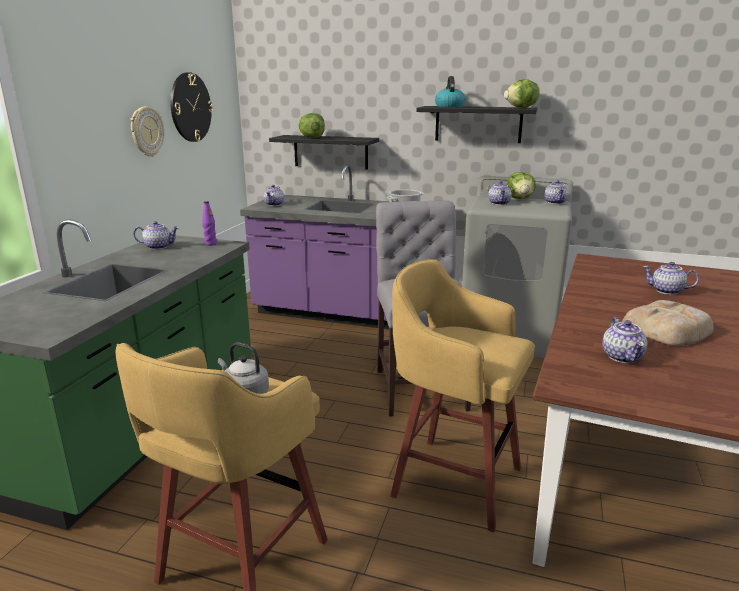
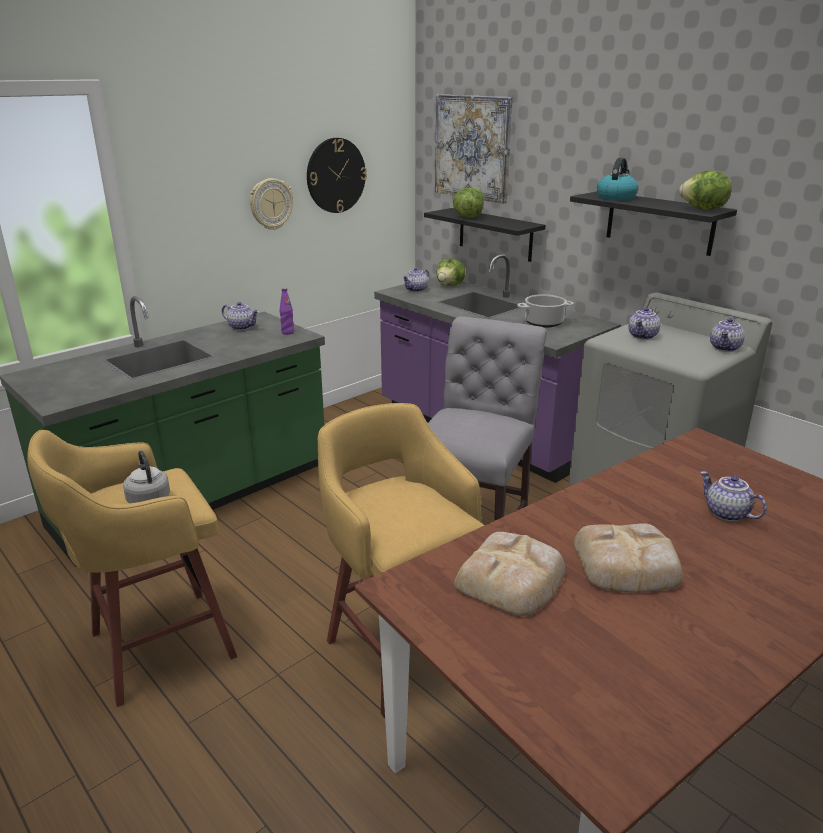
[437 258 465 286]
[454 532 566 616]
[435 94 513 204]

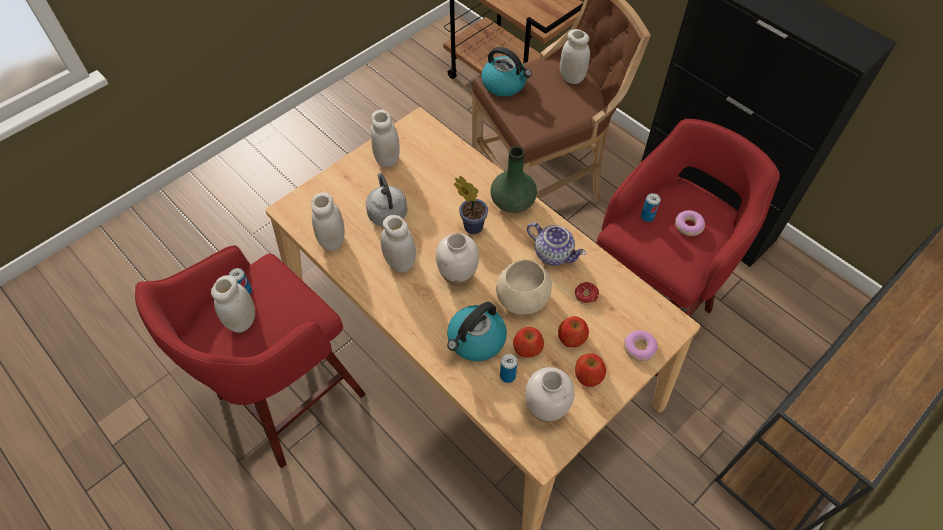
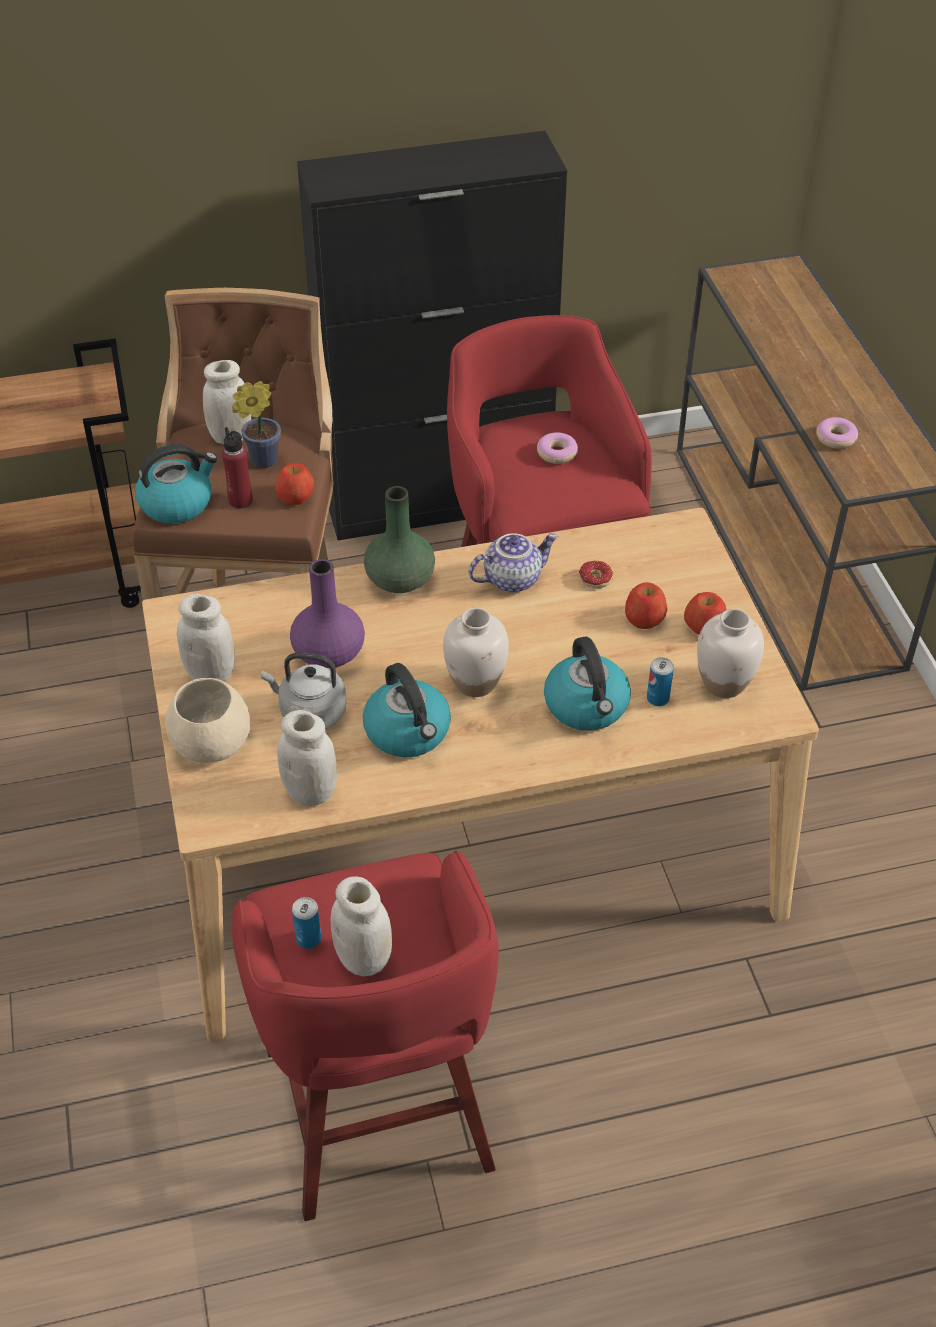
[363 663 451 757]
[232 381 281 468]
[165 678 251 763]
[275 463 314 506]
[816 417 858 449]
[641 193 660 222] (first image)
[222 427 253 509]
[290 559 365 669]

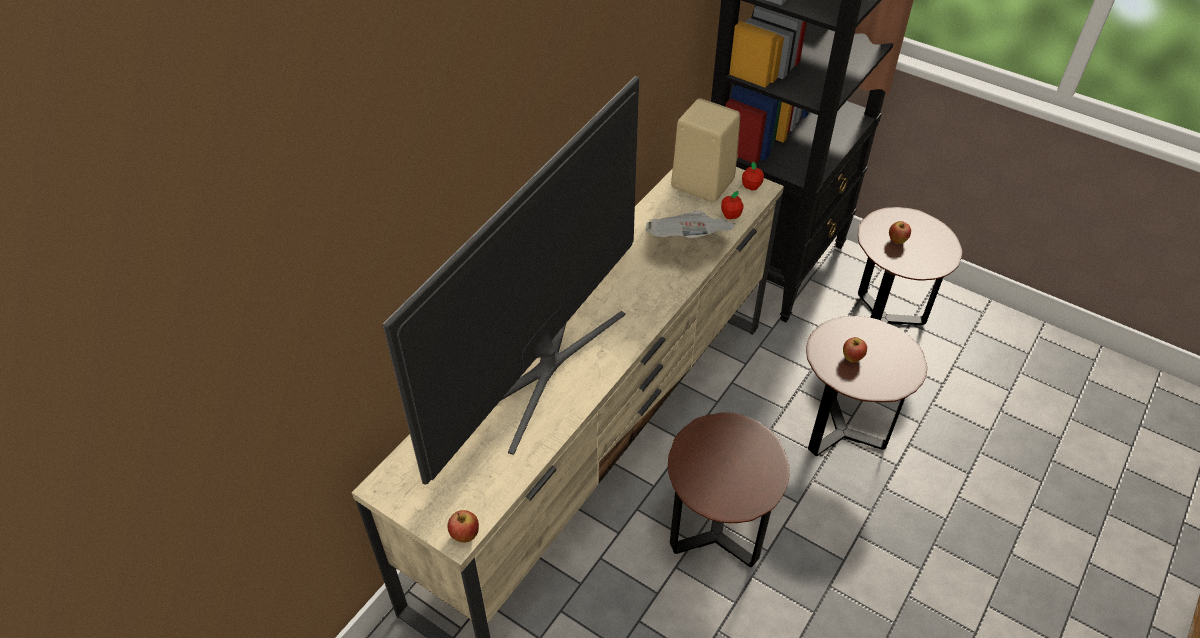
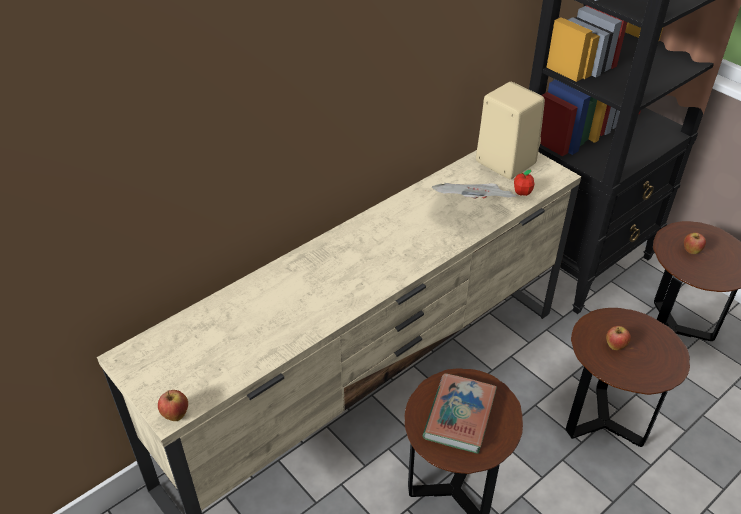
[383 76 639 485] (first image)
[742 162 764 191] (first image)
[423 373 497 454]

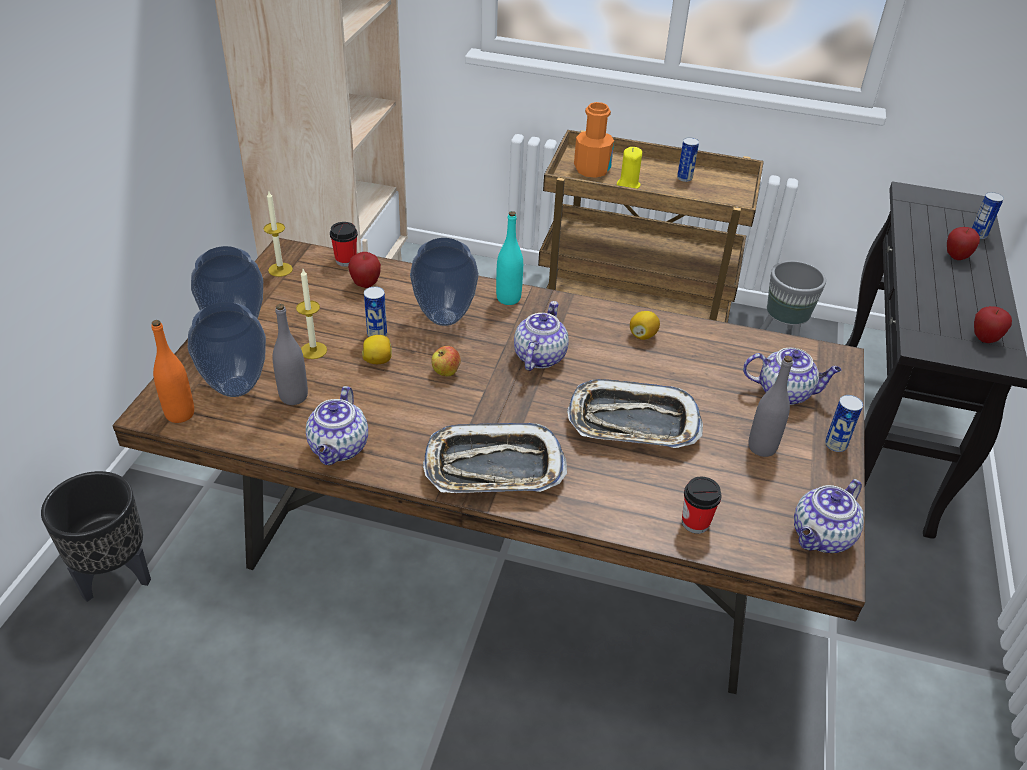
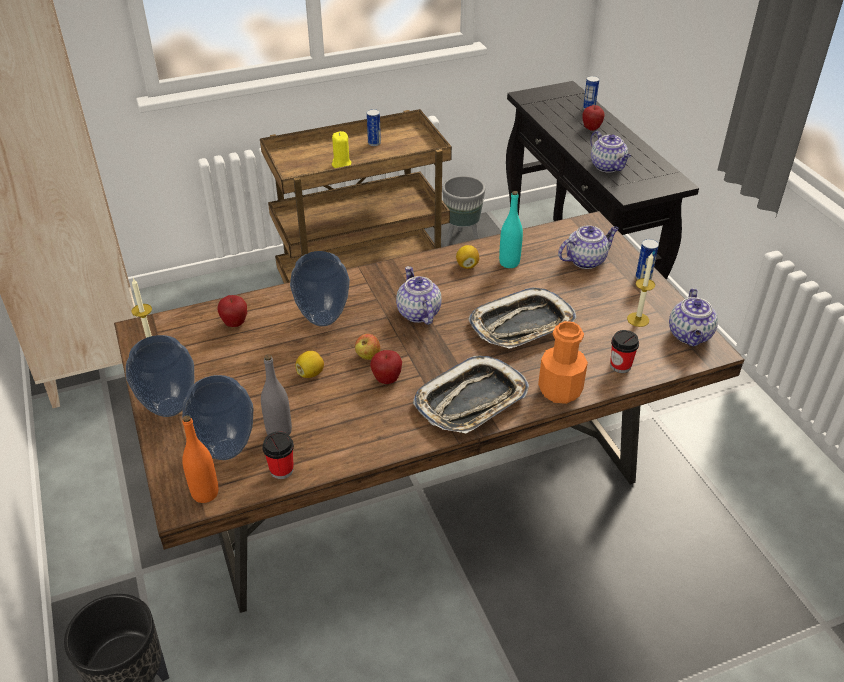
[627 253 655 327]
[590 131 631 173]
[262 431 294 479]
[364 286 387 337] (first image)
[499 191 523 268]
[538 321 588 404]
[748 356 793 457] (first image)
[370 350 402 384]

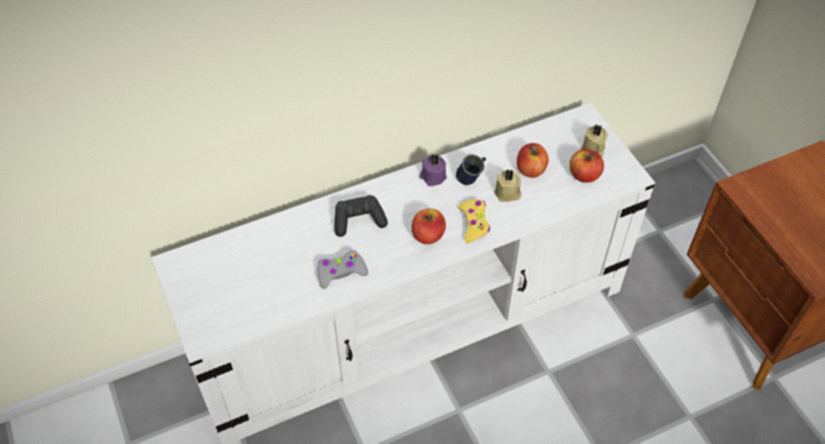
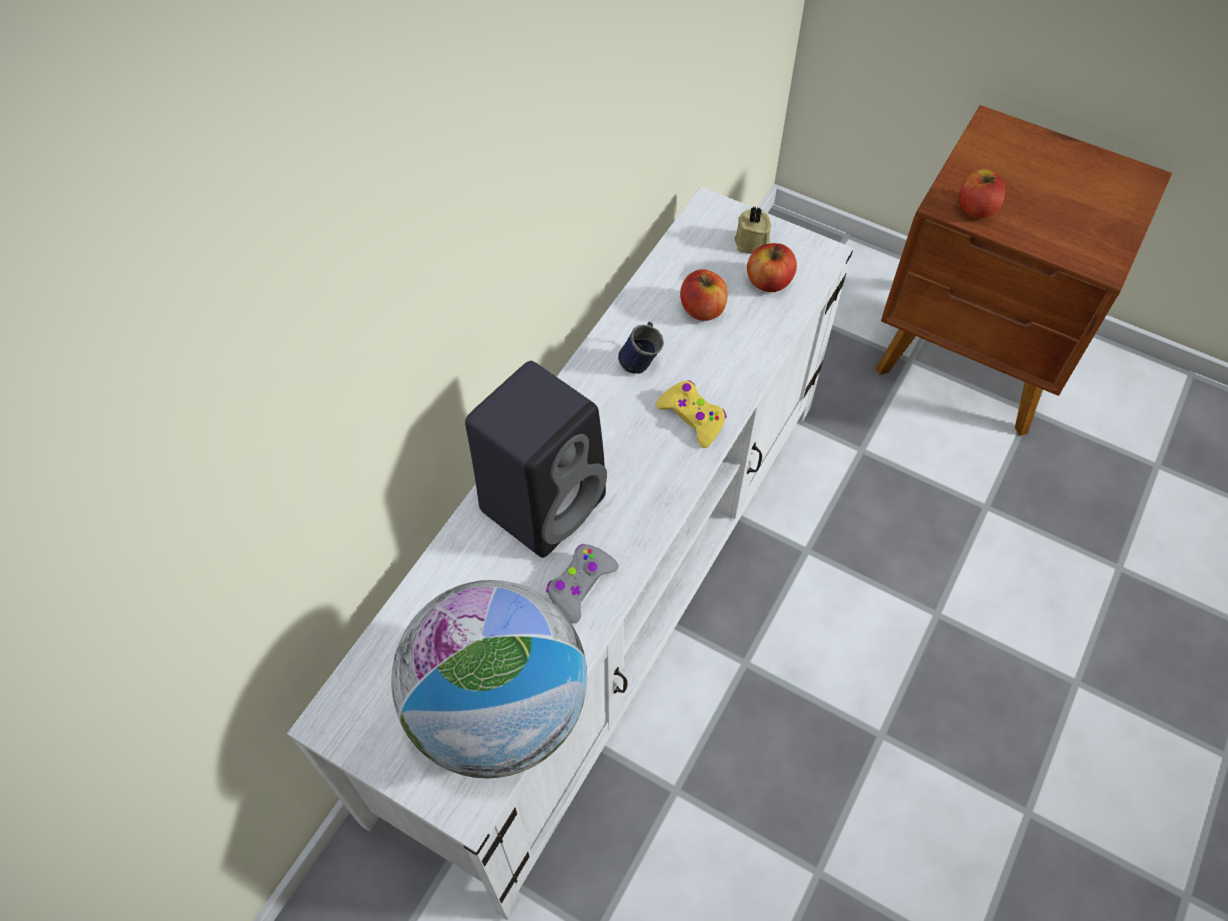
[465 361 607 558]
[959 169 1005 218]
[420 154 447 186] (first image)
[494 170 522 202] (first image)
[391 580 587 779]

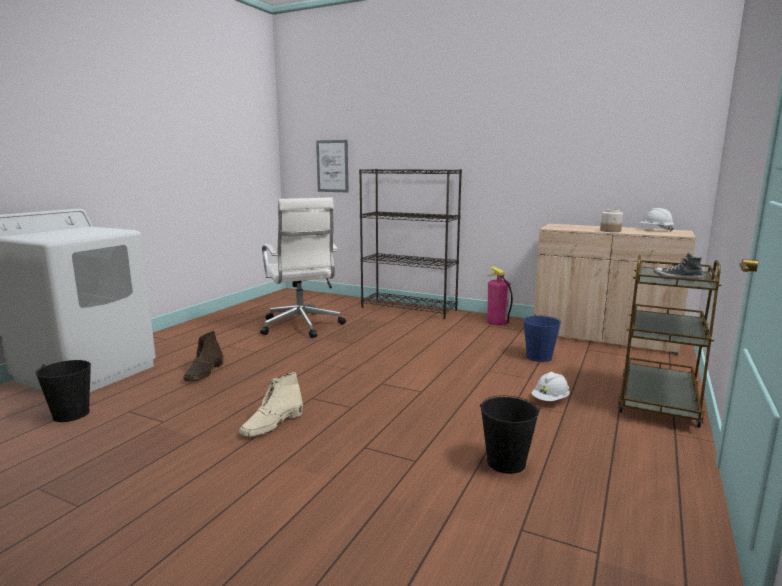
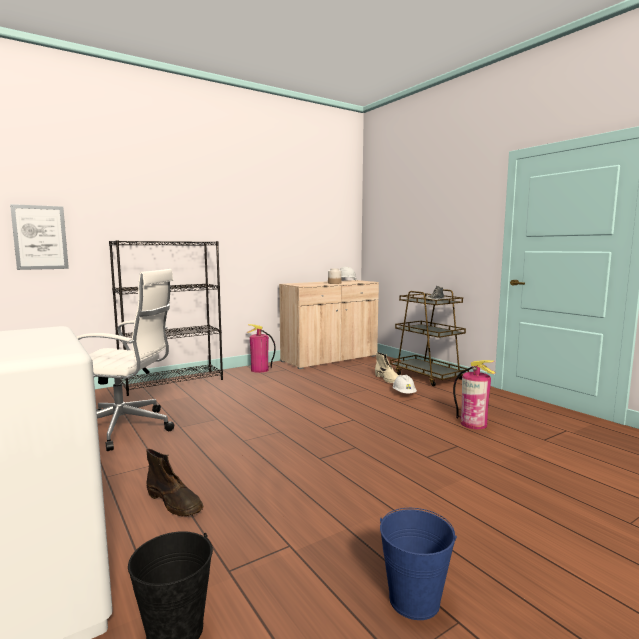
[375 352 399 383]
[453 360 495 429]
[380 508 457 620]

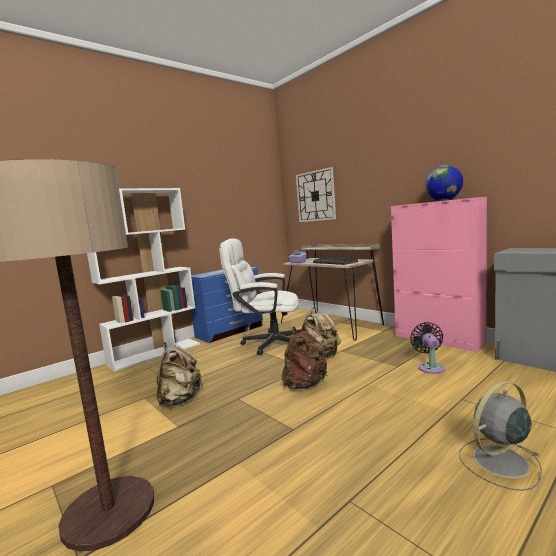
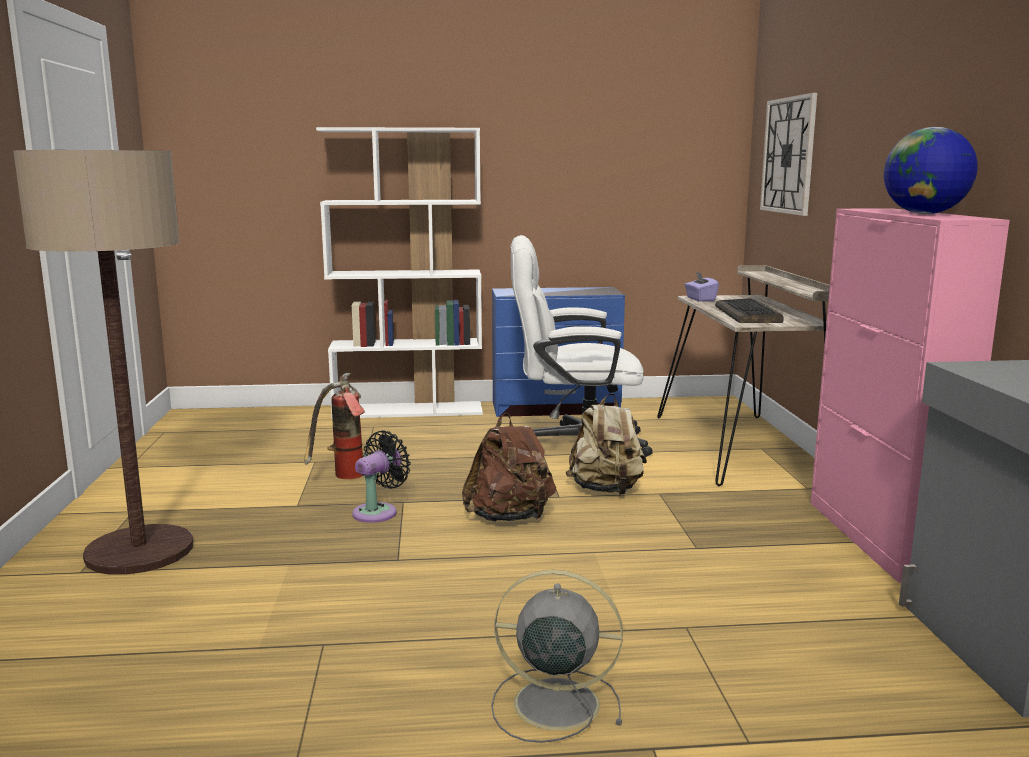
[304 373 365 479]
[511 235 653 461]
[352 430 411 523]

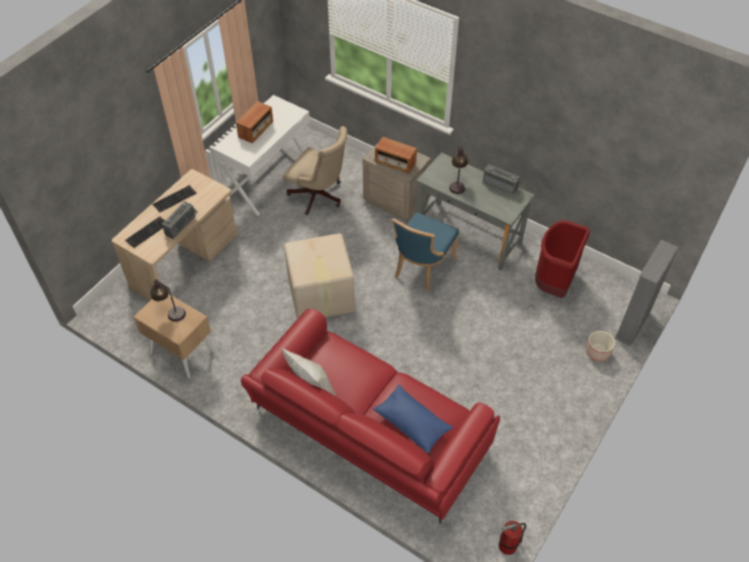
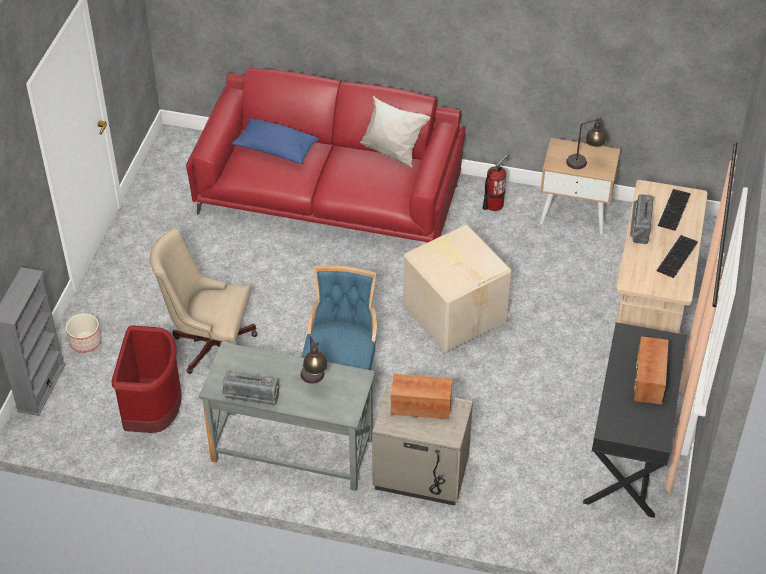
[583 322 687 518]
[150 228 258 374]
[483 155 508 211]

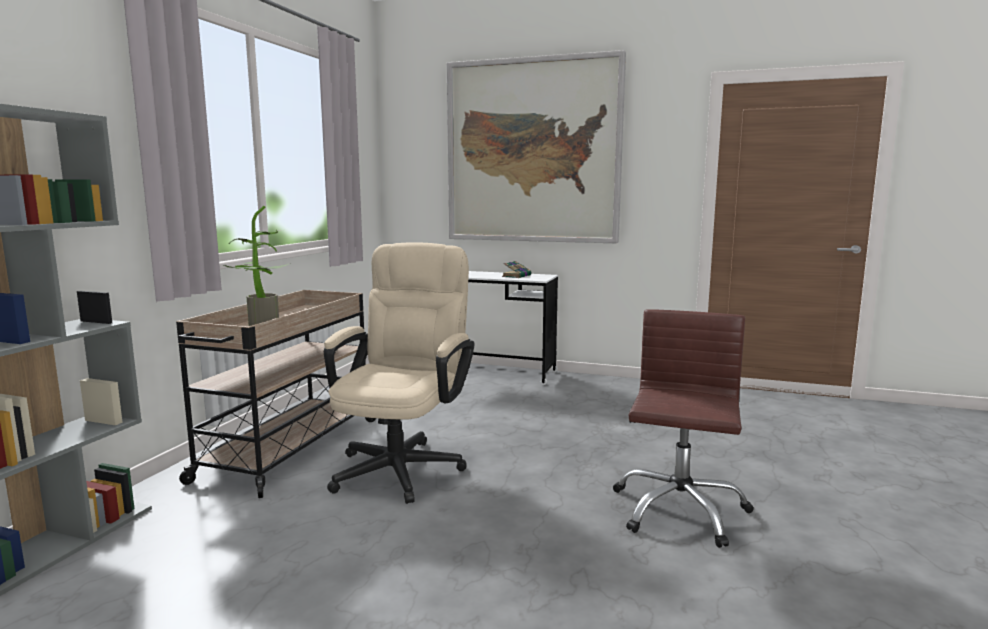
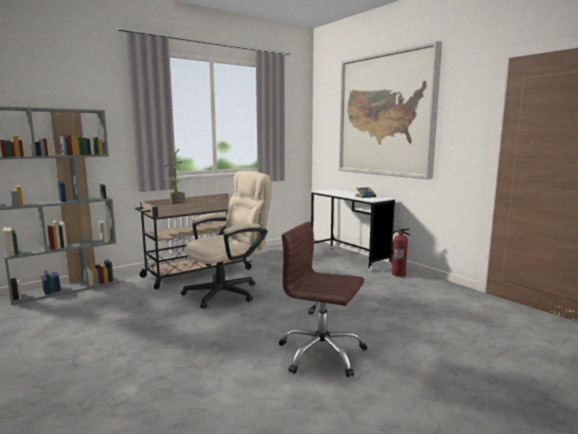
[279 221 367 377]
[391 229 410 277]

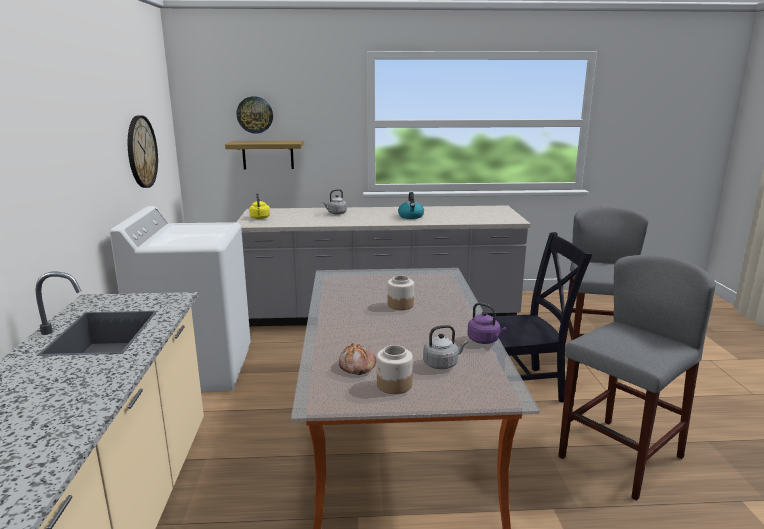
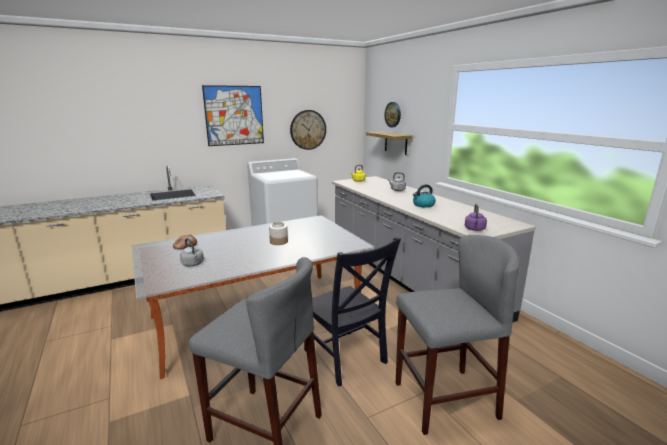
[377 345 413 394] (first image)
[465 204 487 231]
[202 85 264 146]

